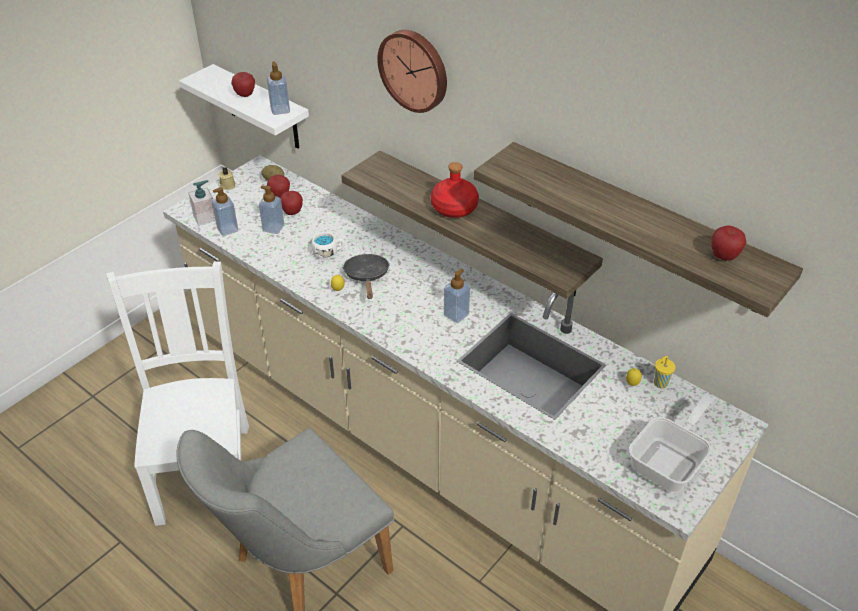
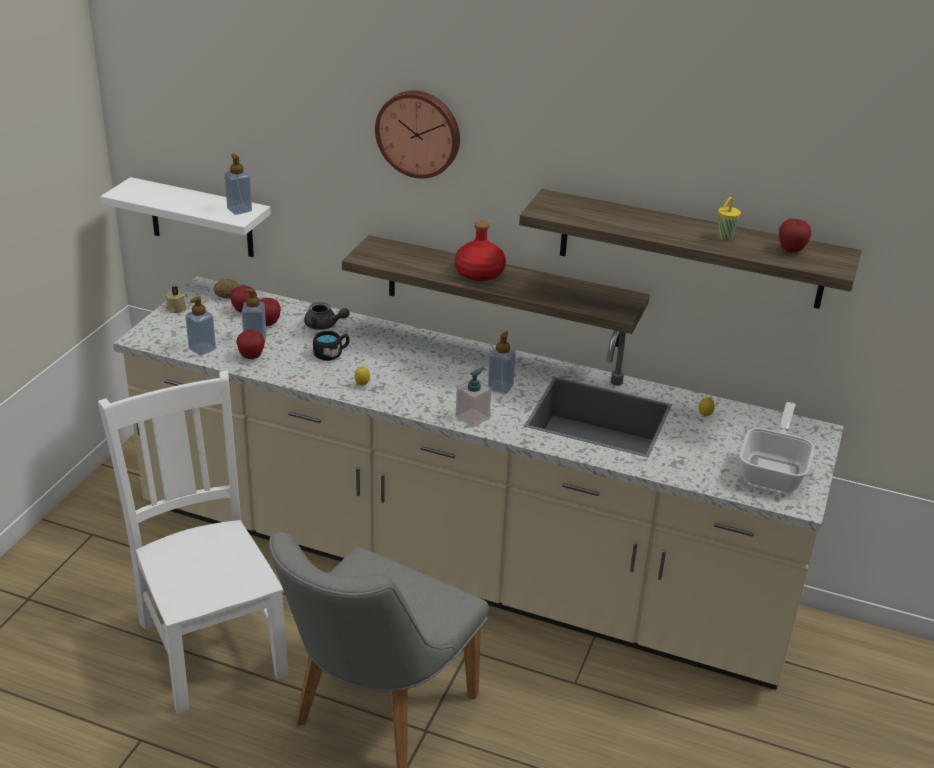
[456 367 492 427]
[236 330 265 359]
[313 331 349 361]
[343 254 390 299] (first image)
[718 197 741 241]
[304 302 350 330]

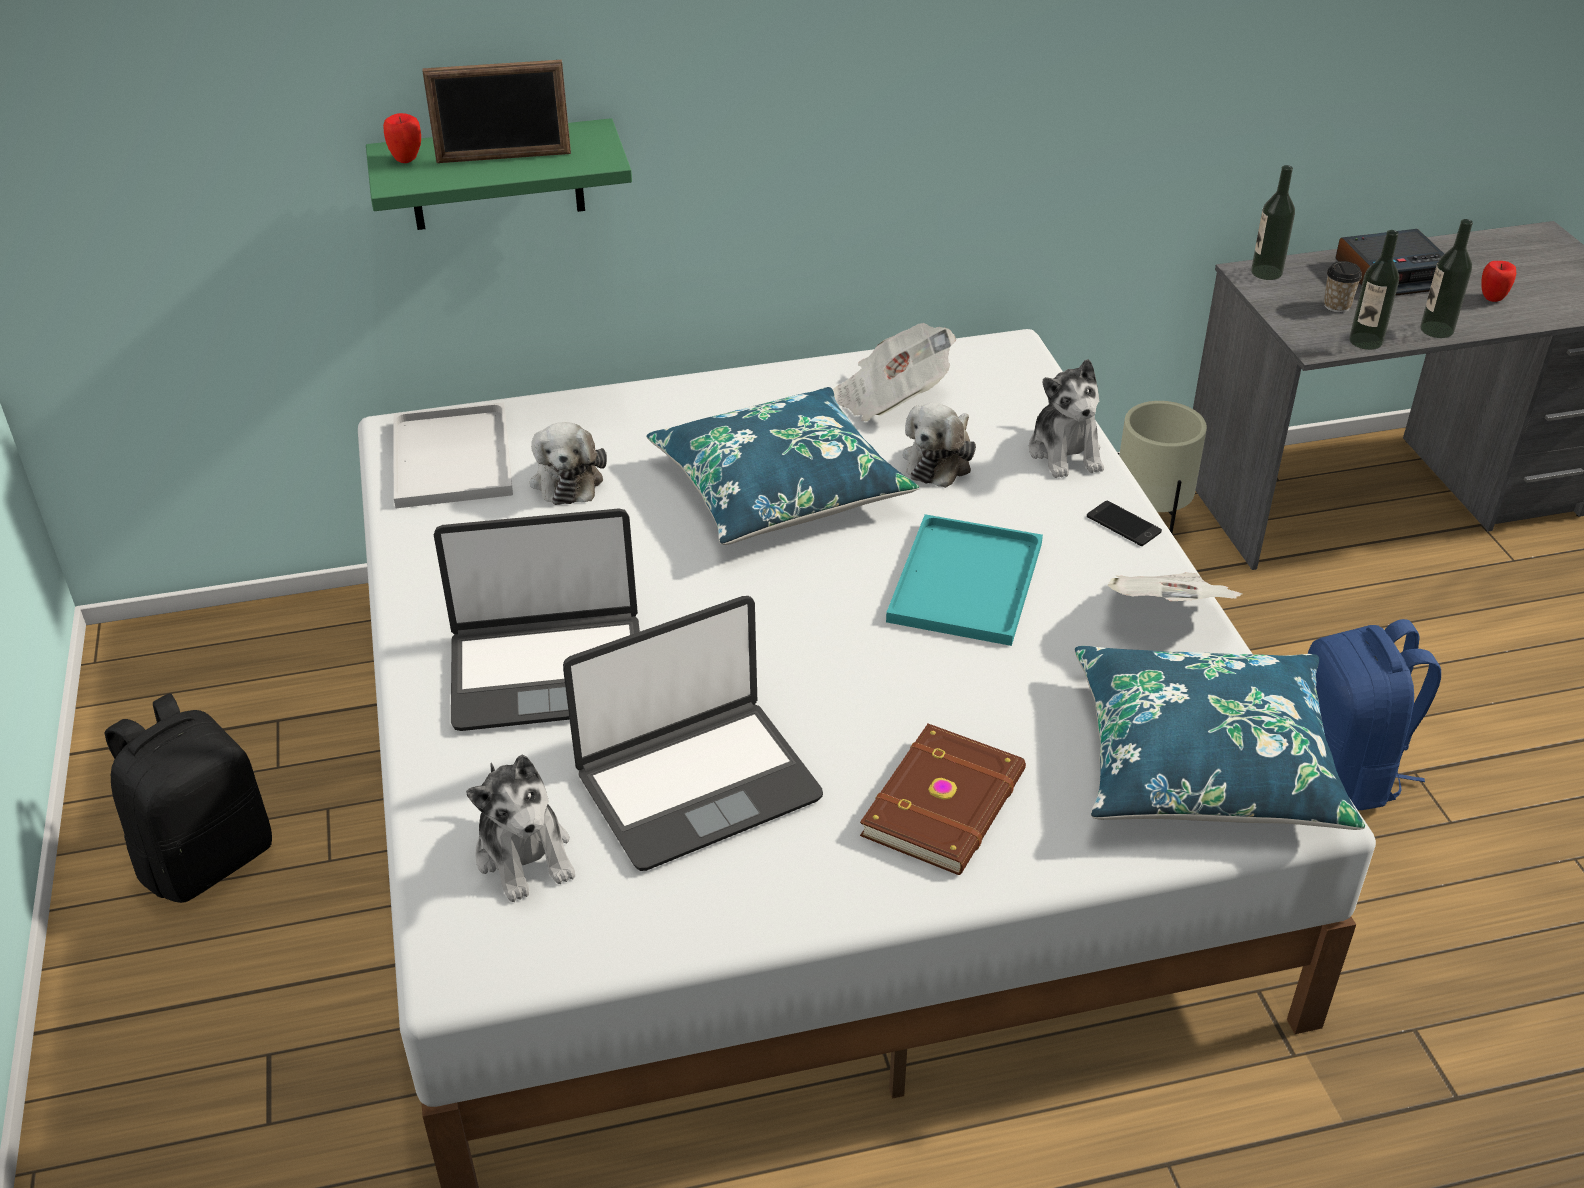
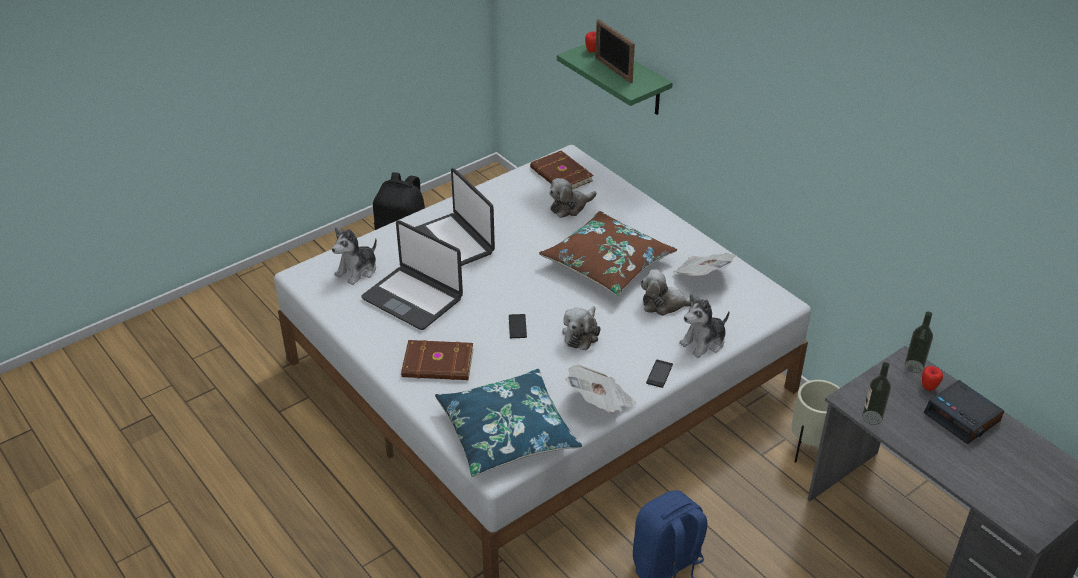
[530 151 593 190]
[539 211 677 296]
[562 306 601 350]
[1324 261 1362 313] (first image)
[1420 219 1473 338] (first image)
[922 366 943 391]
[509 314 527 338]

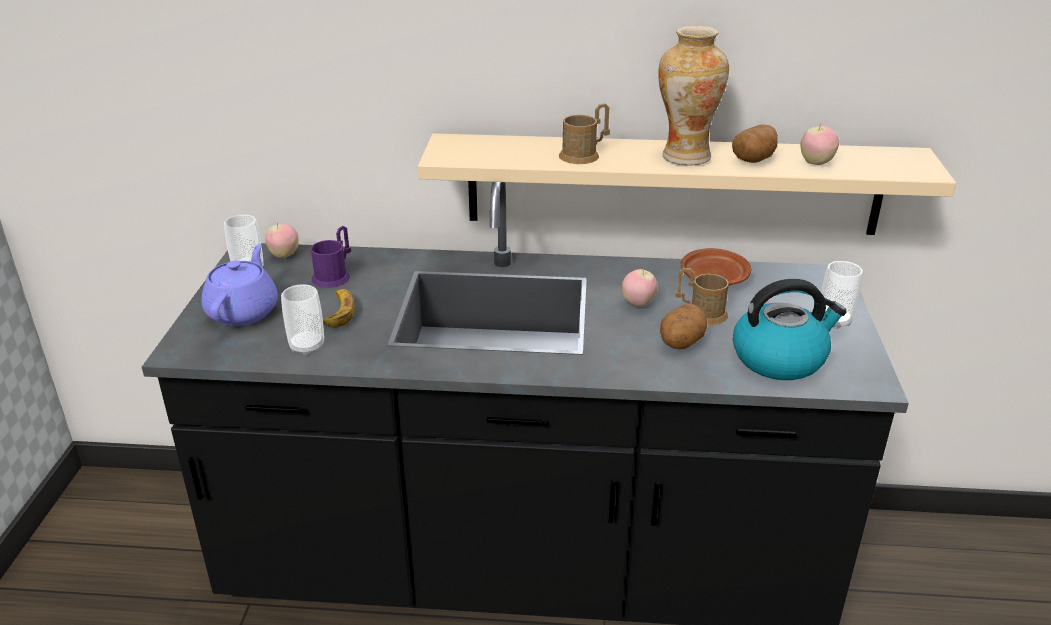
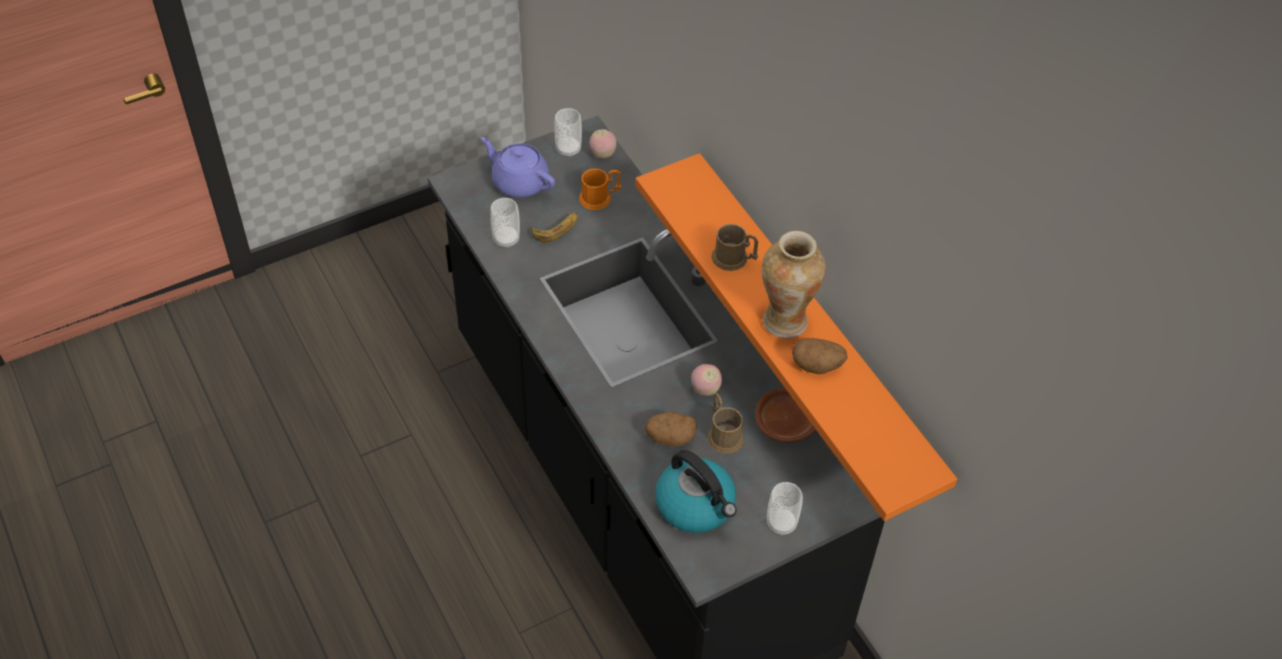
[481 137 555 198]
[579 169 621 210]
[635 153 957 521]
[800 124 839 165] (first image)

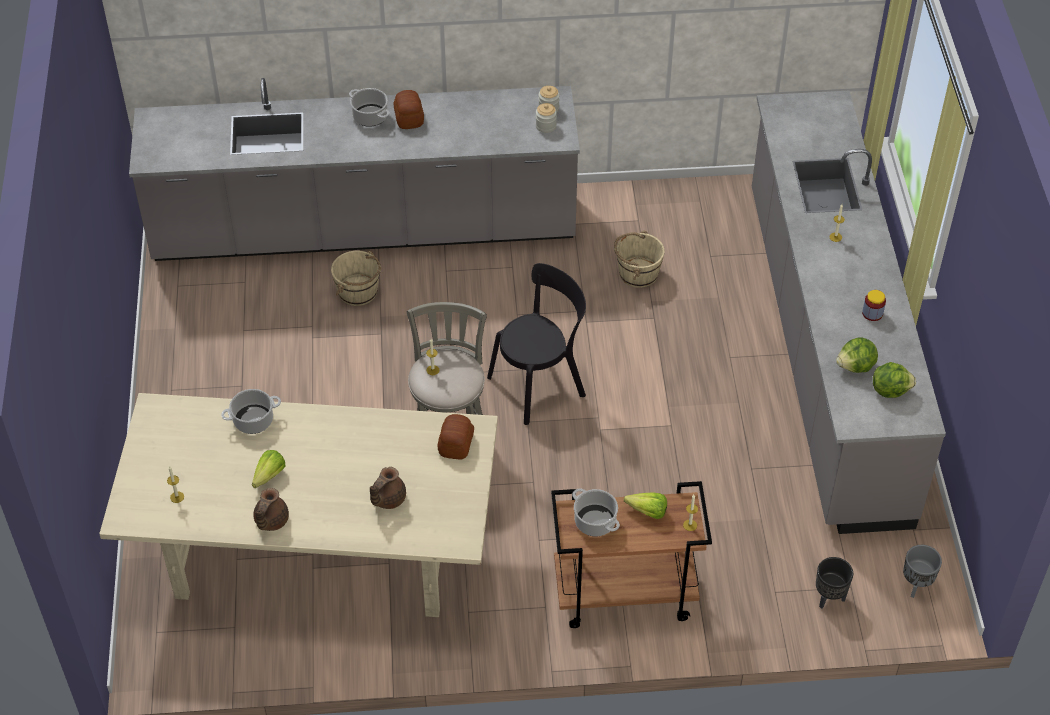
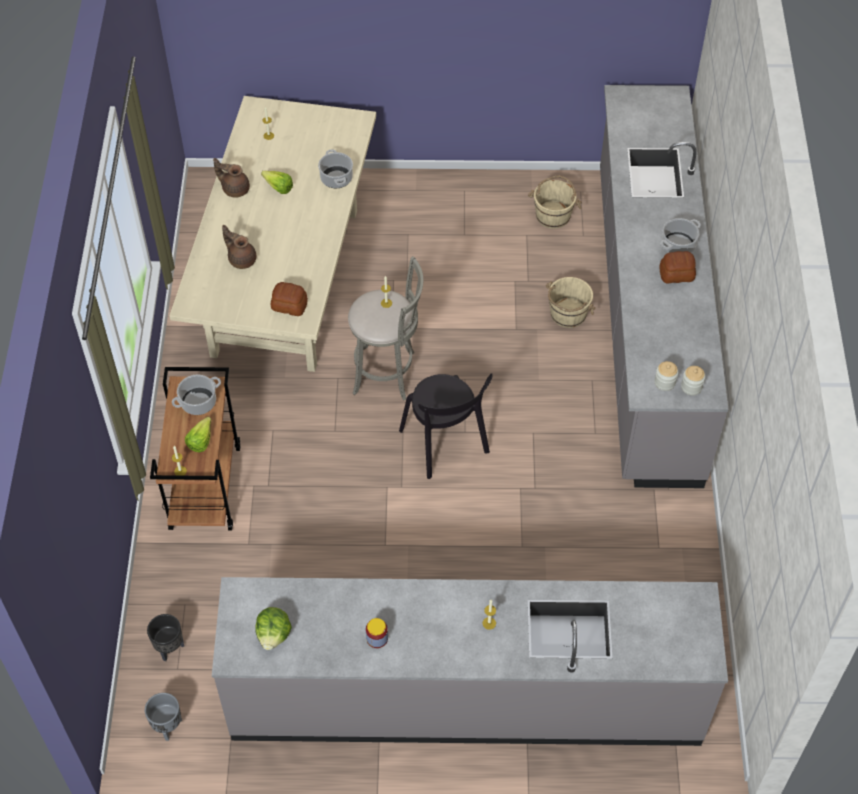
[528 176 582 229]
[836 337 878 373] (first image)

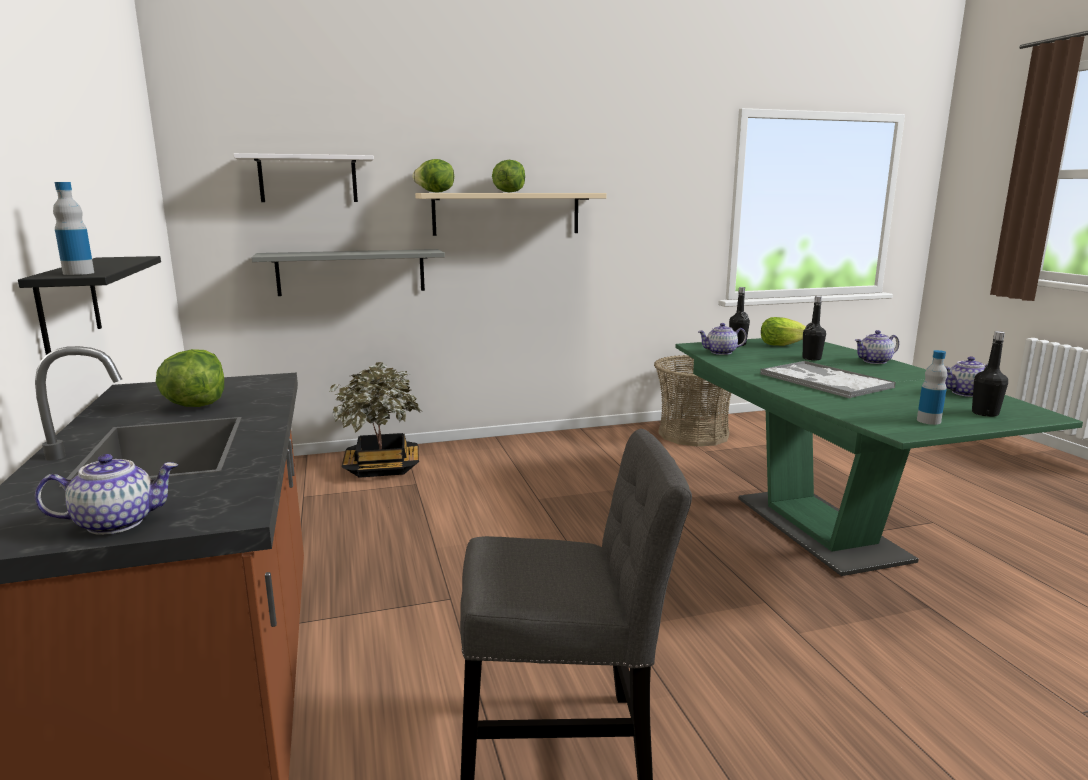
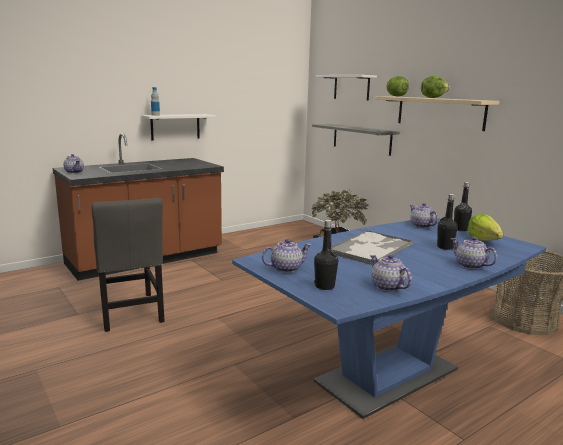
[141 114 217 141]
[156 349 224 407] (first image)
[232 217 547 419]
[262 239 311 273]

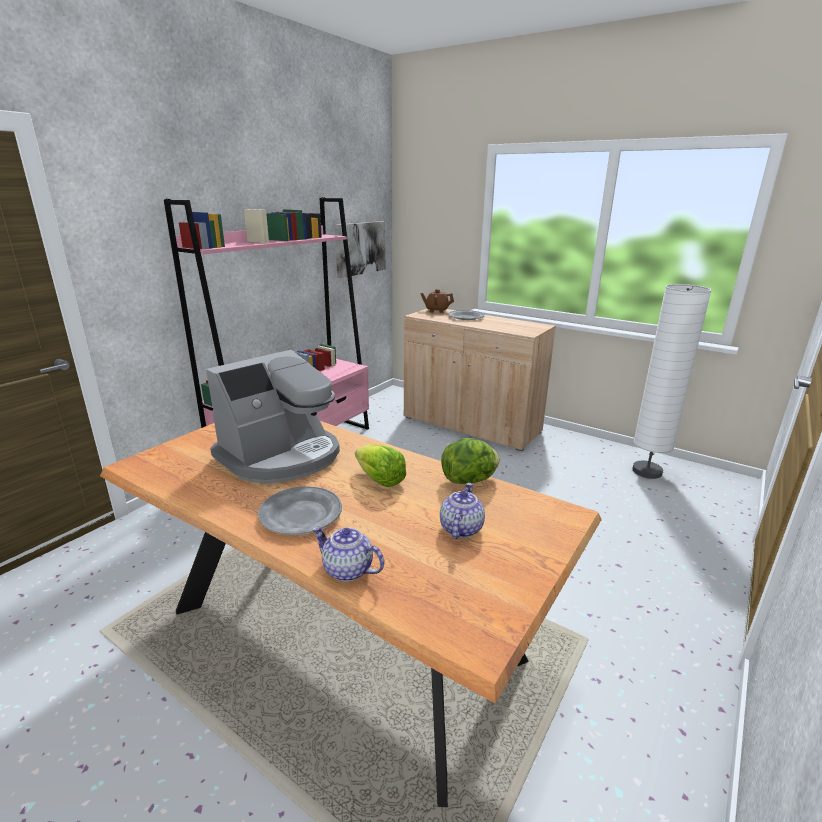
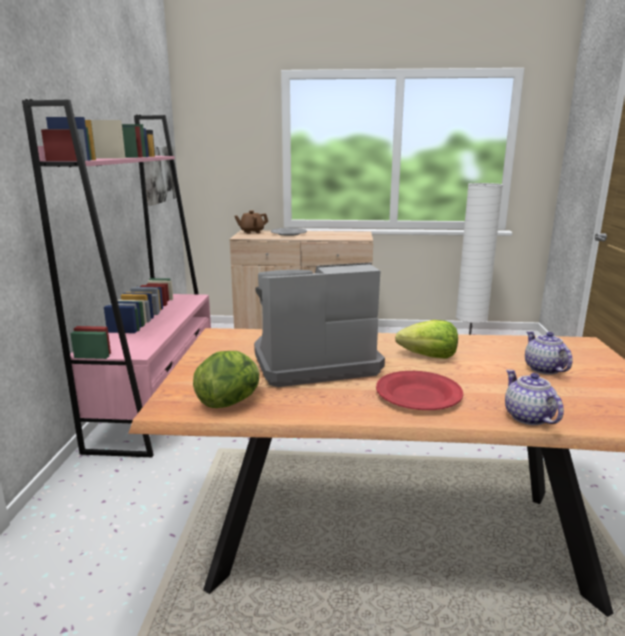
[254 263 385 387]
[376 371 463 410]
[505 370 564 425]
[193 351 260 408]

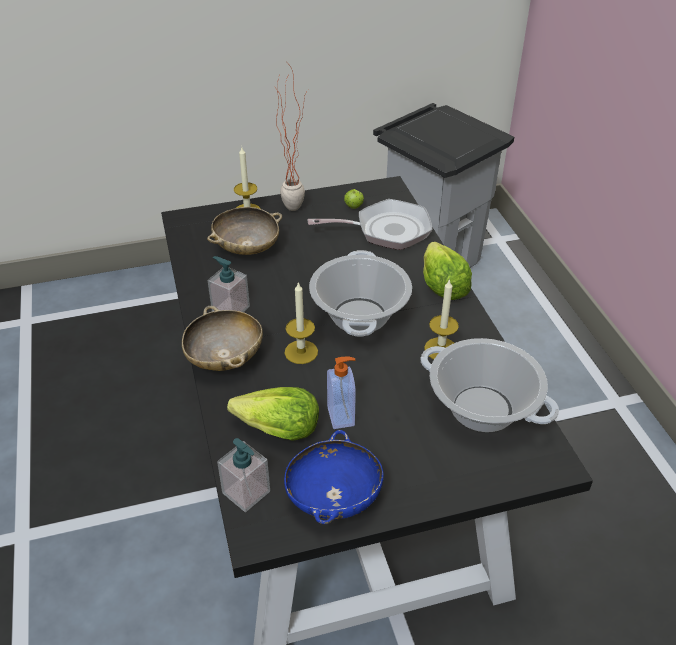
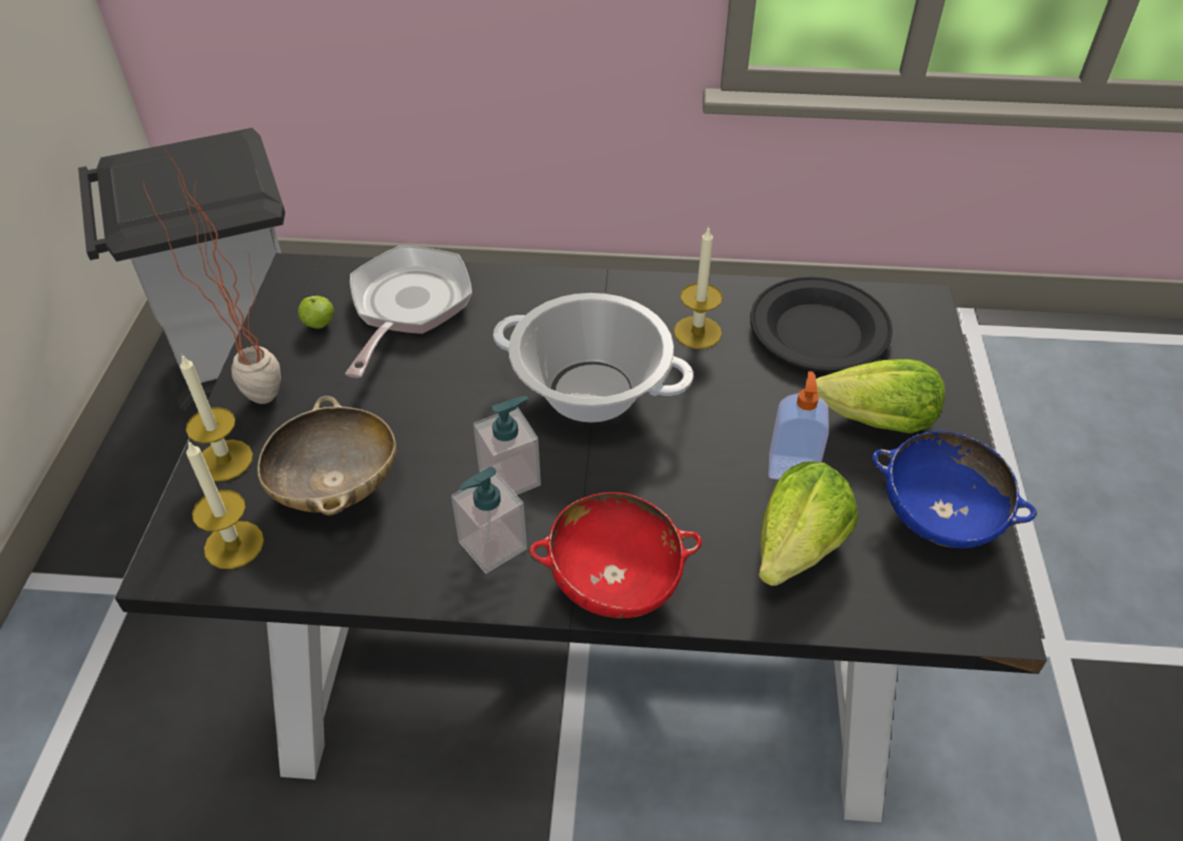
[529 492 702 618]
[473 396 541 495]
[186 440 264 569]
[750 277 893 372]
[816 359 945 433]

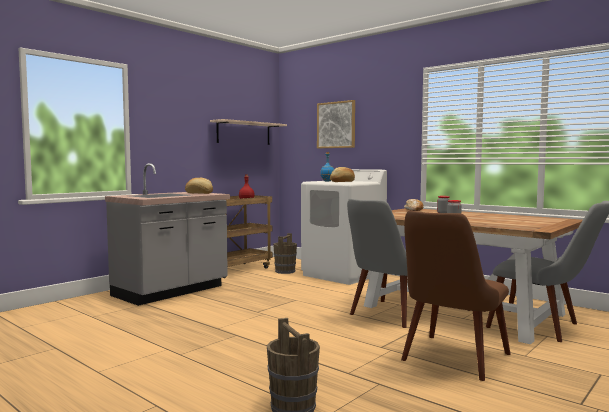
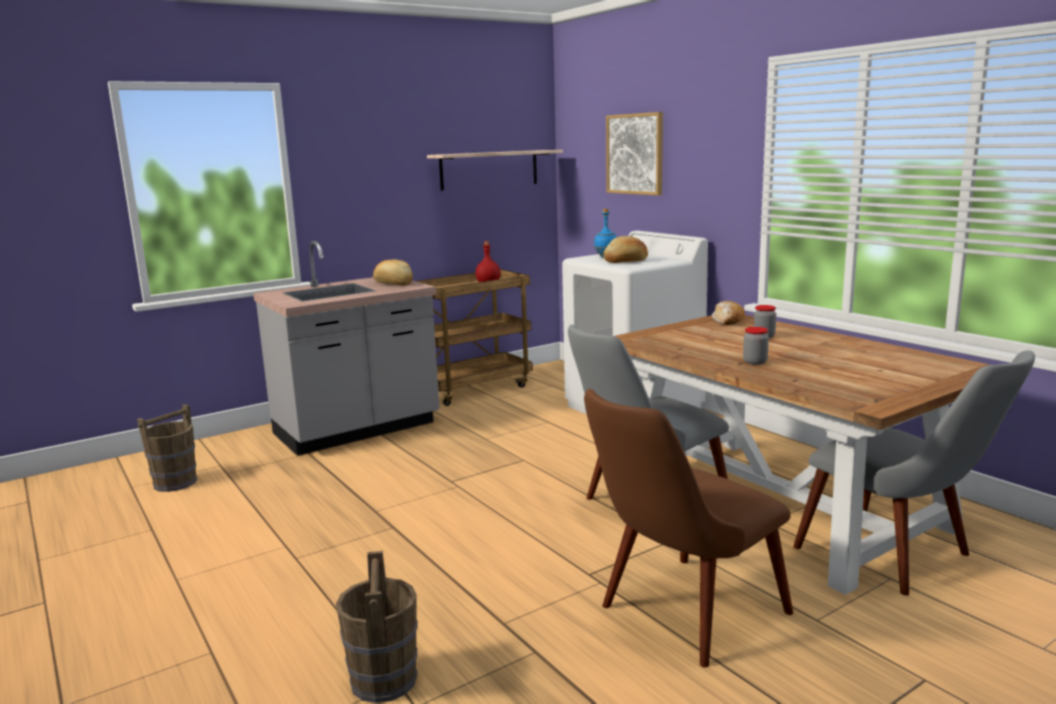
[137 404 197 492]

